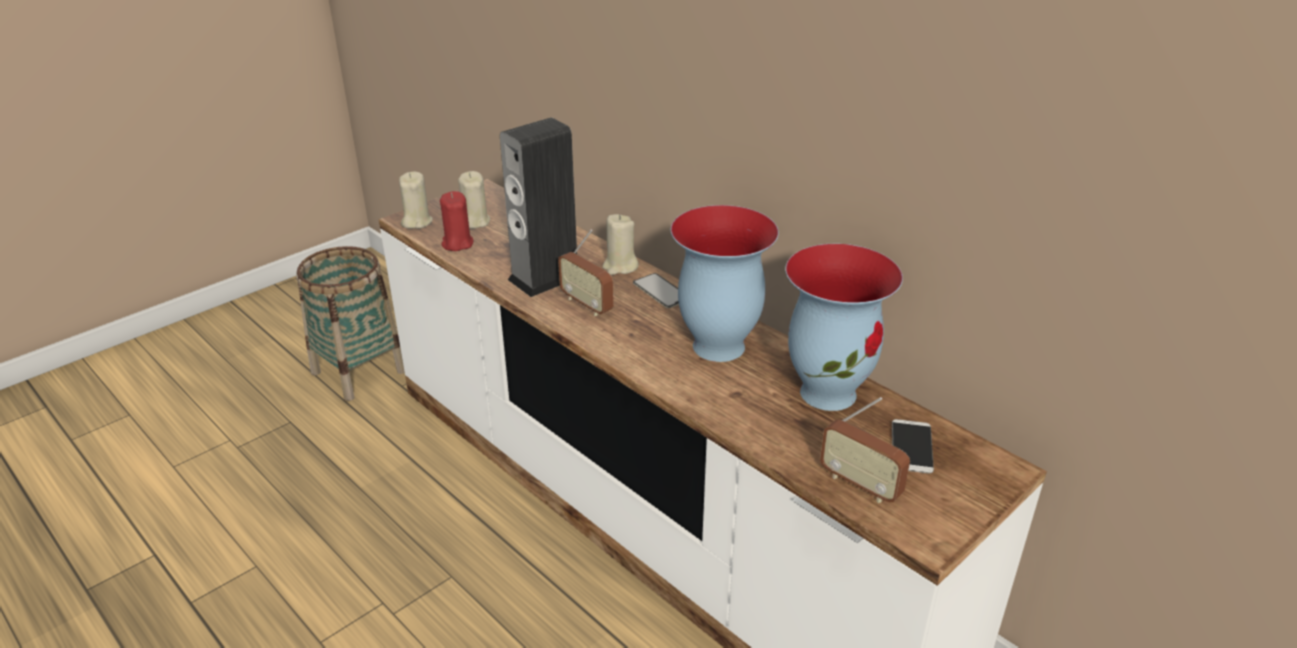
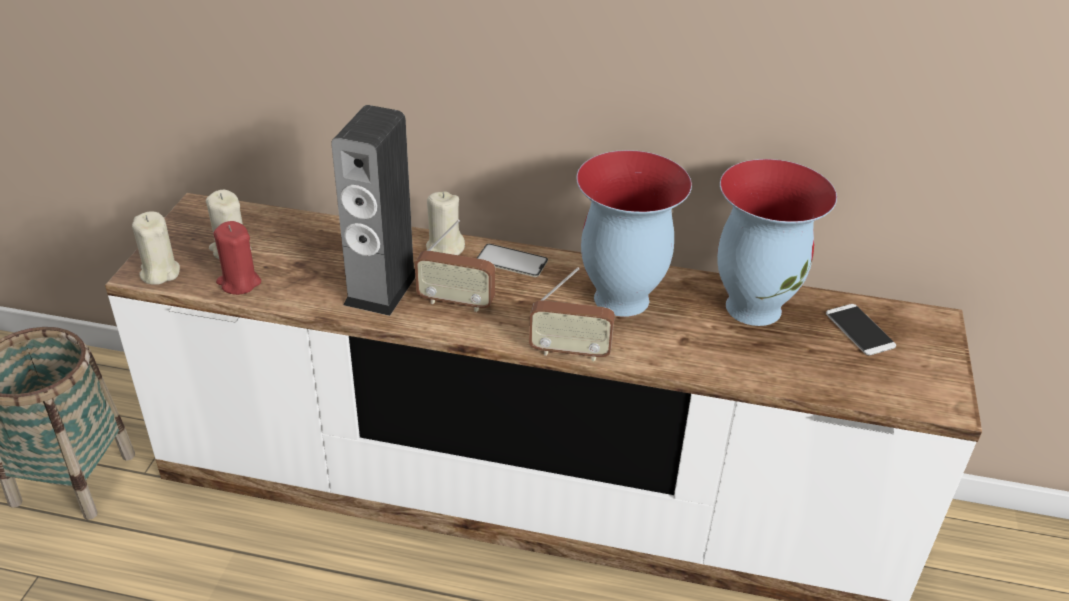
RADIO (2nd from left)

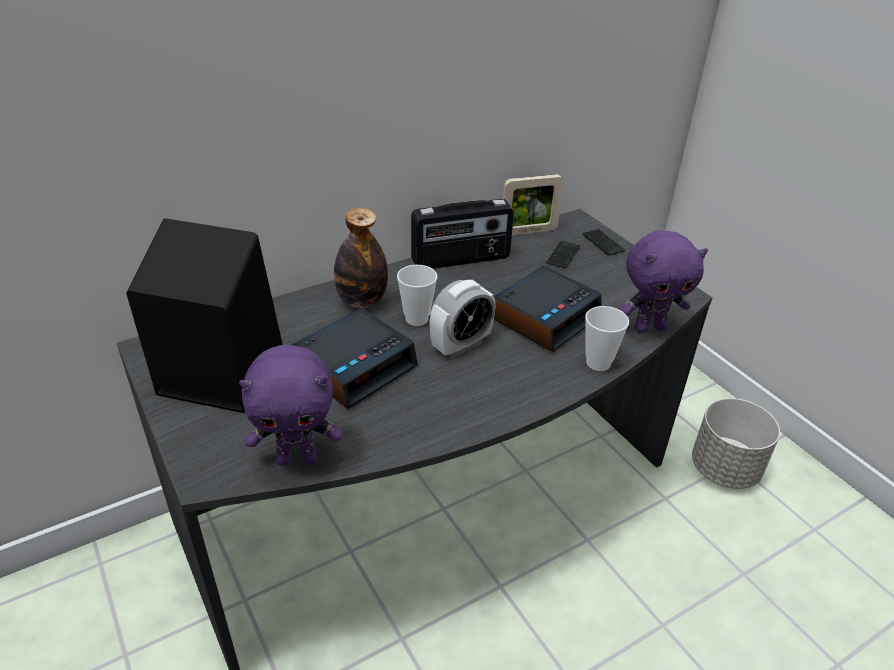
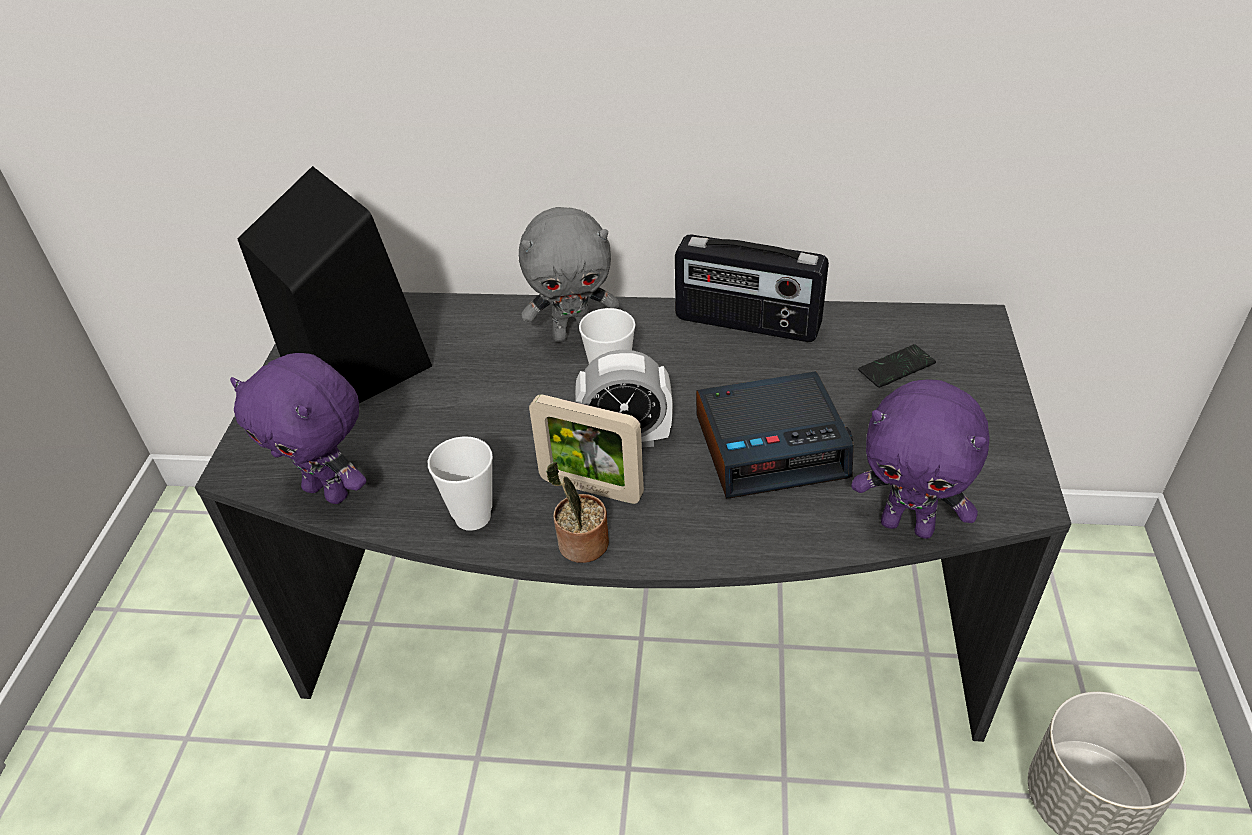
CUP (1st from left)
GRAY CUDDLY TOY
PICTURE FRAME
HOUSEPLANT
TABLE CLOCK (1st from left in the first image)
TELEPHONE (2nd from left in the first image)

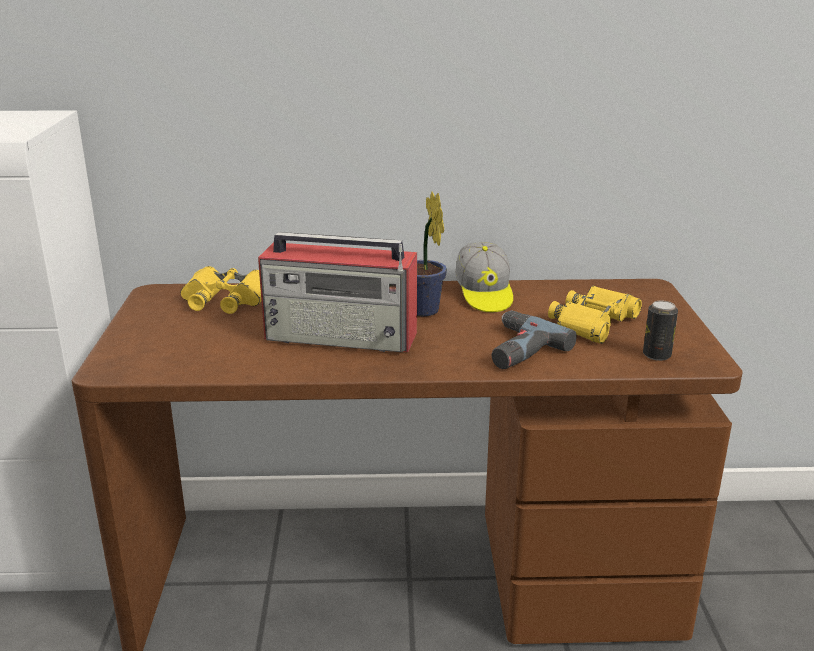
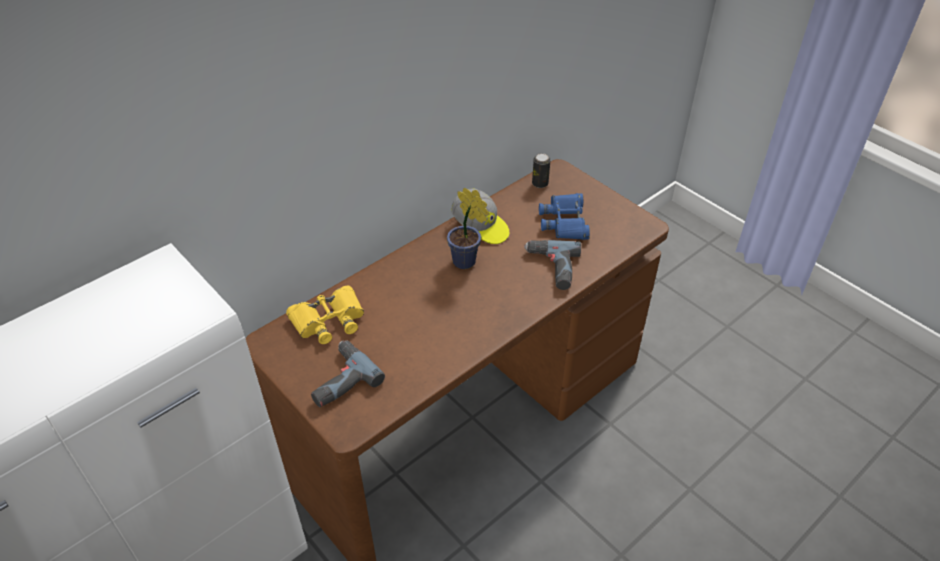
ELECTRIC DRILL (1st from left)
CAN
BLUE-COLOURED FIELD GLASSES
RADIO

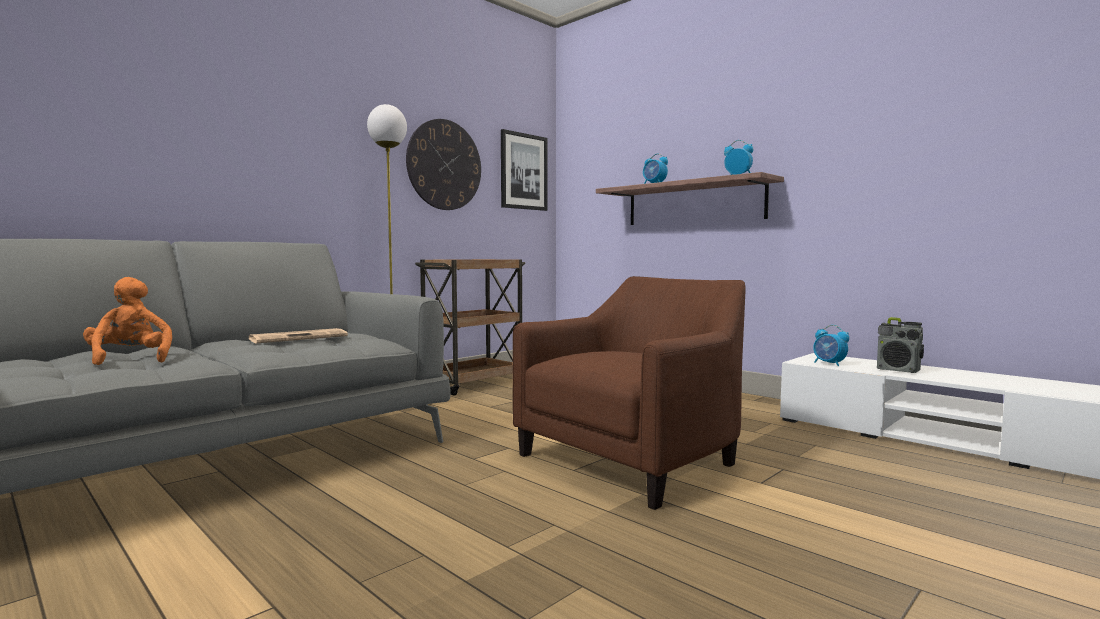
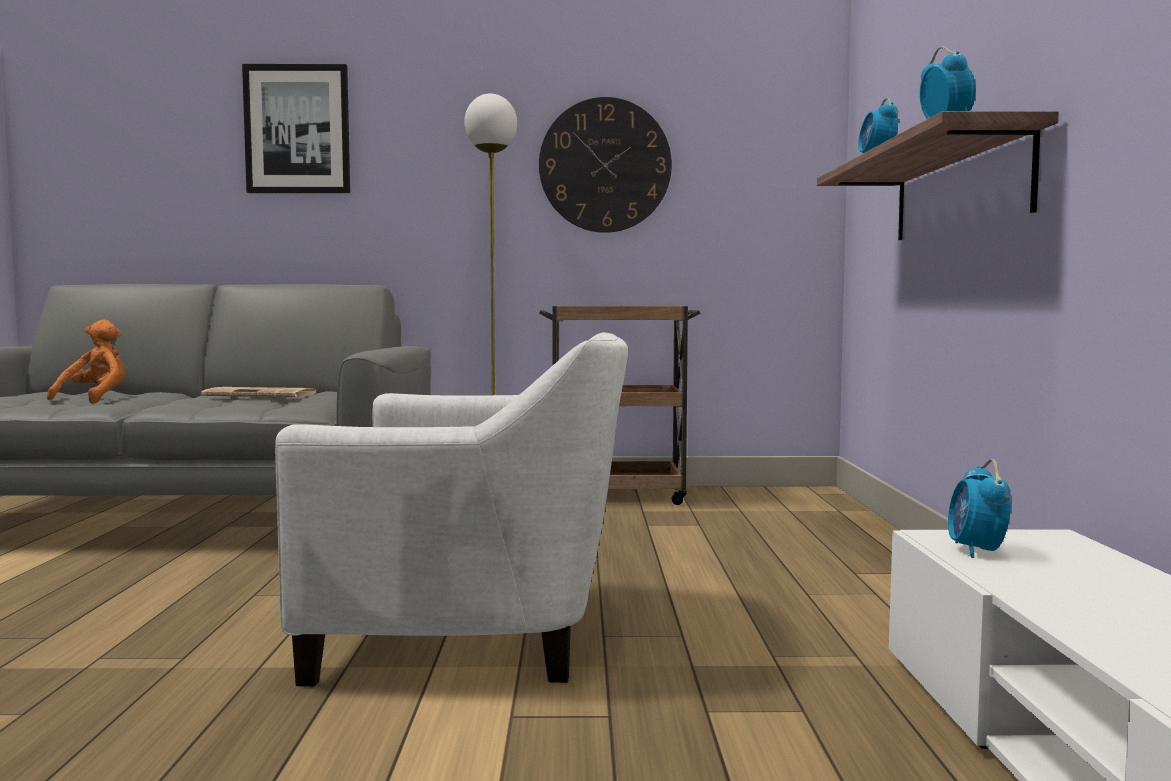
WALL ART
WHITE EASY CHAIR
RADIO

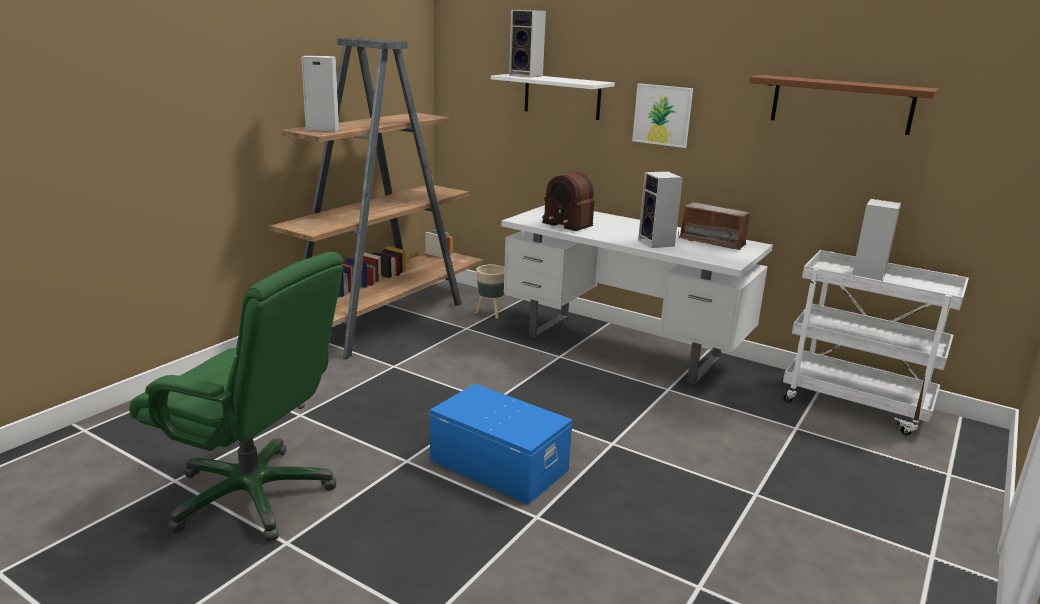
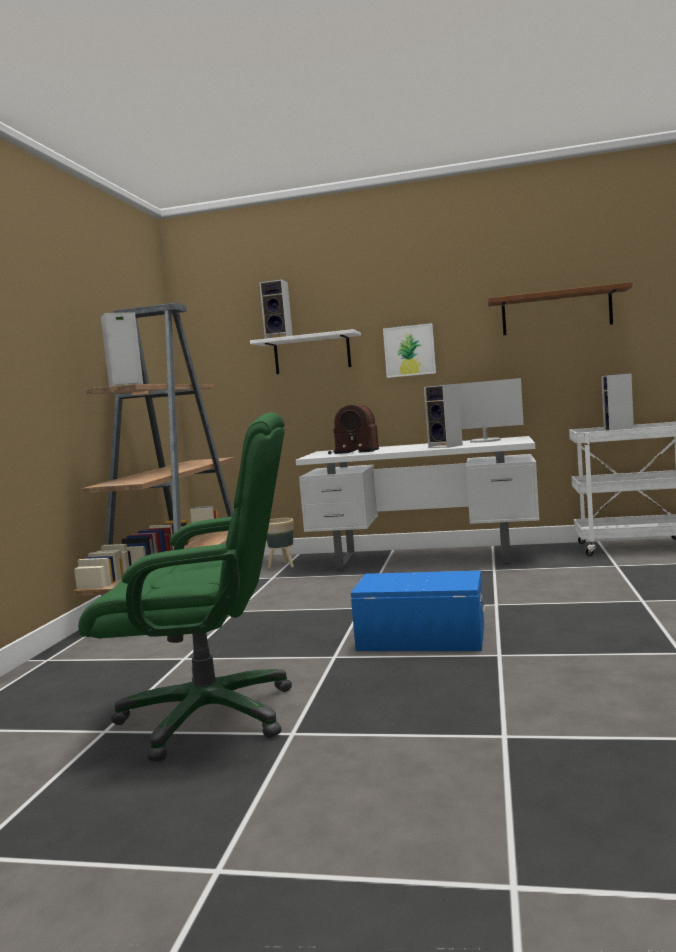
MONITOR

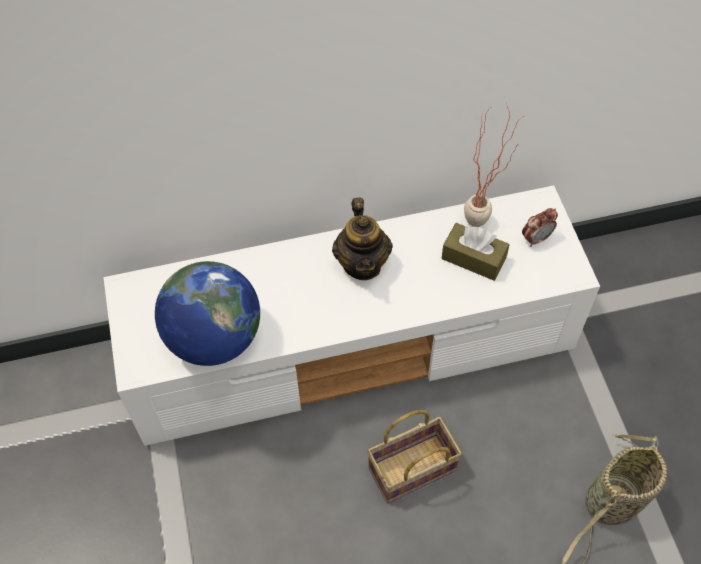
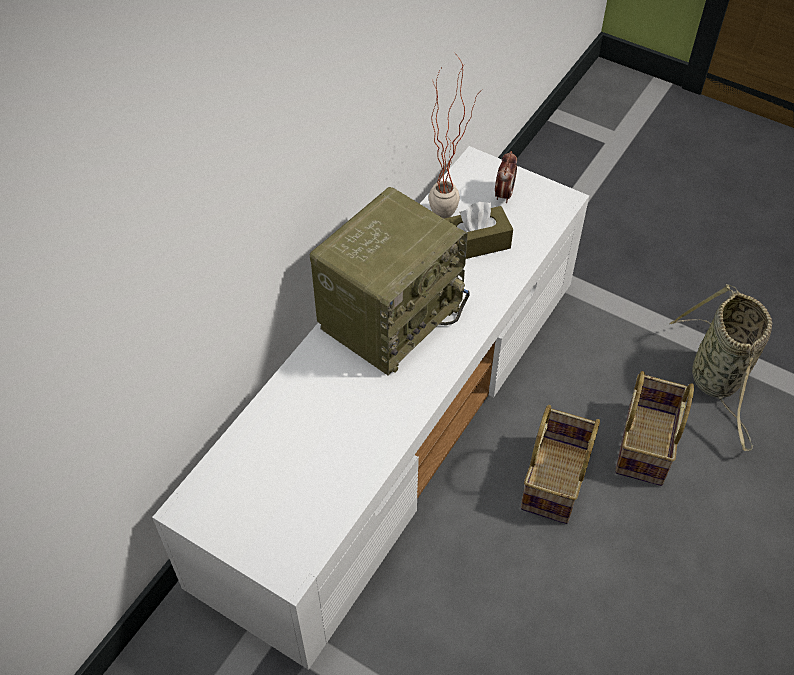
RADIO
STORAGE BASKET (2nd from left)
WORLD GLOBE

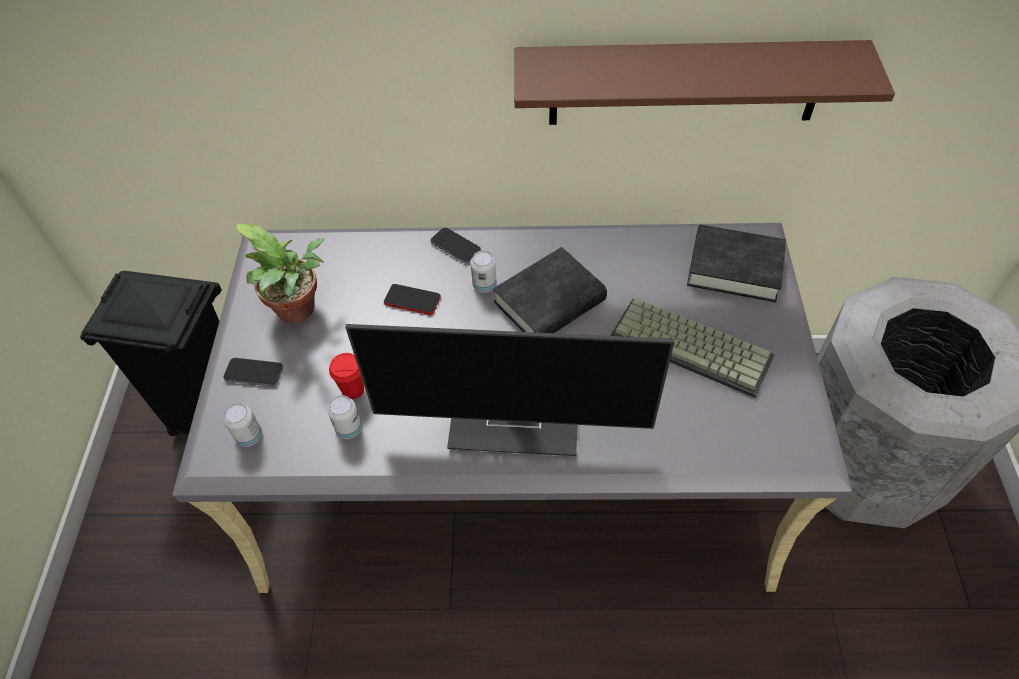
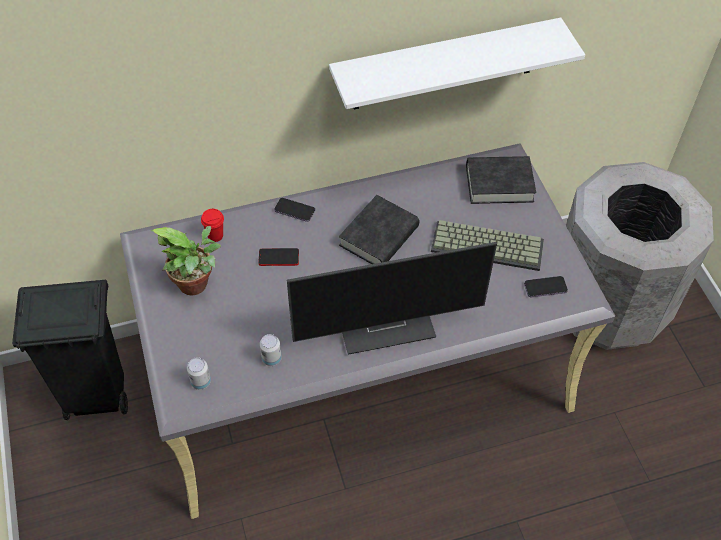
RED-COLOURED CUP
WHITE WALL SHELF
TELEPHONE (3rd from left)
CAN (3rd from left in the first image)

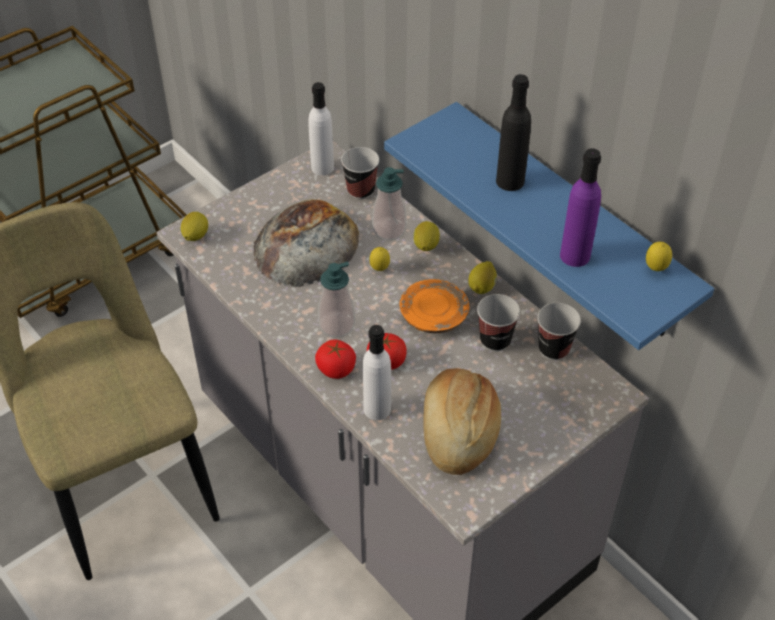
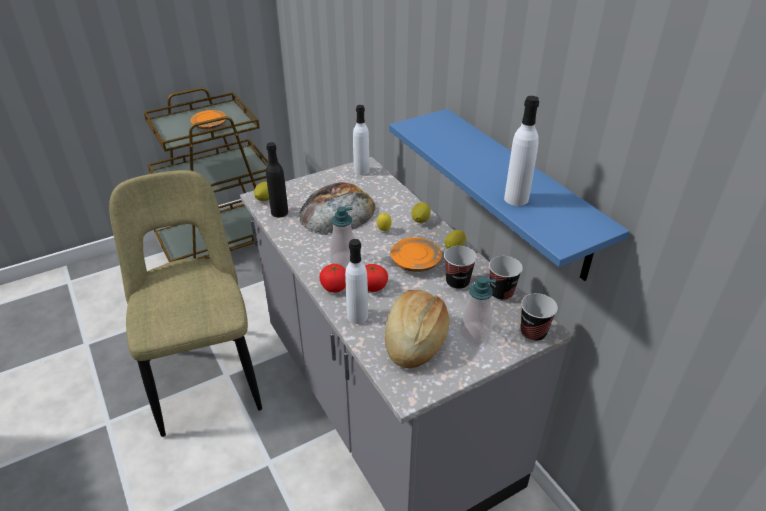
ORANGE FLAT DISH (1st from left)
BLACK DRINK BOTTLE
SOAP DISPENSER (2nd from left)
WHITE DRINK BOTTLE (3rd from left)
CUP (3rd from left)
LEMON (5th from left in the first image)

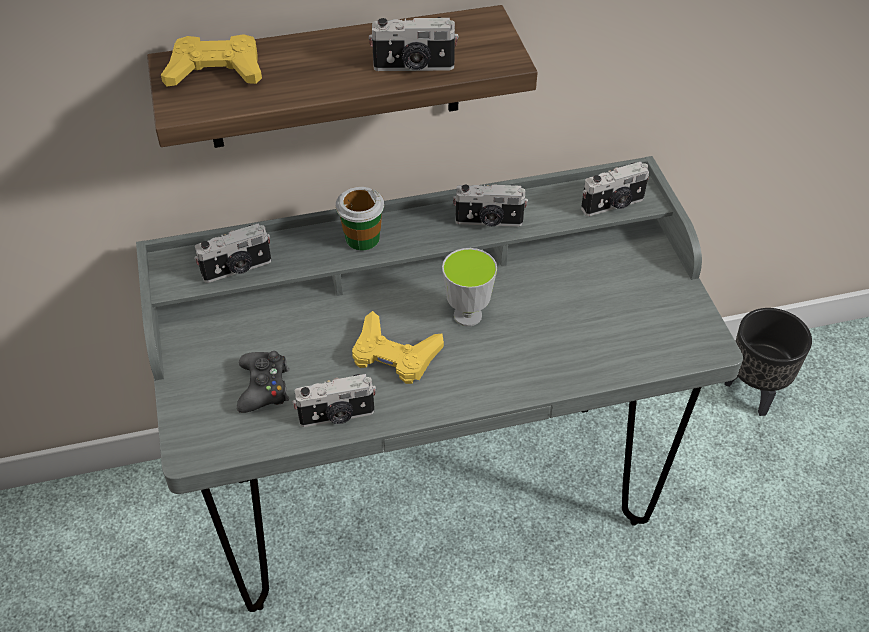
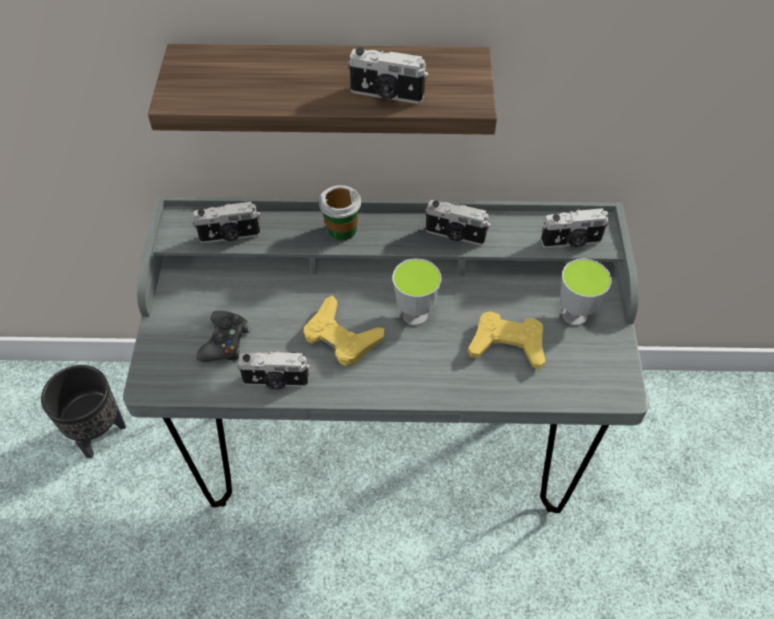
BLACK PLANT POT
YELLOW-COLOURED GAME CONTROLLER (2nd from left)
CUP (3rd from left)

